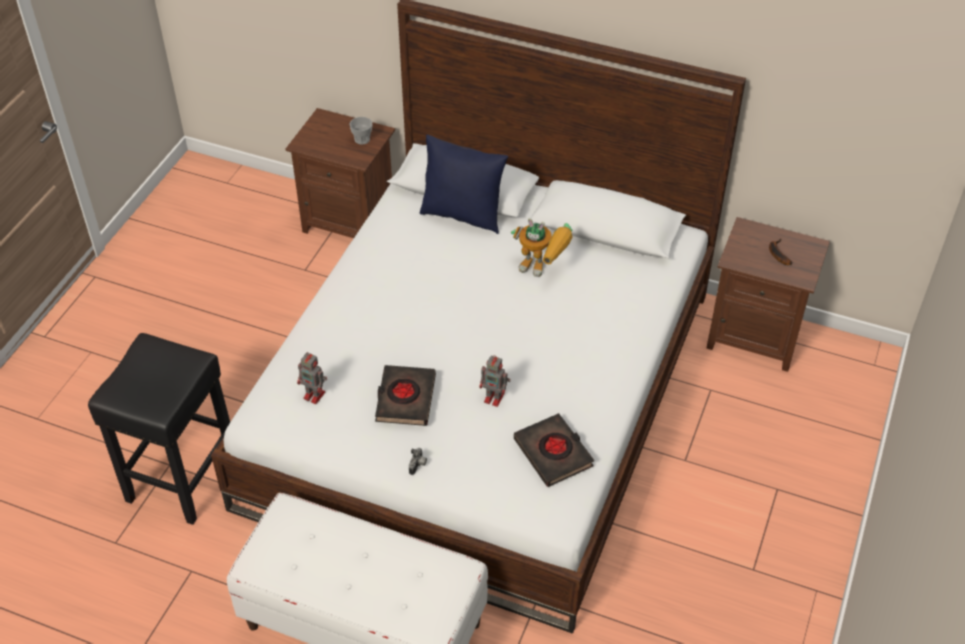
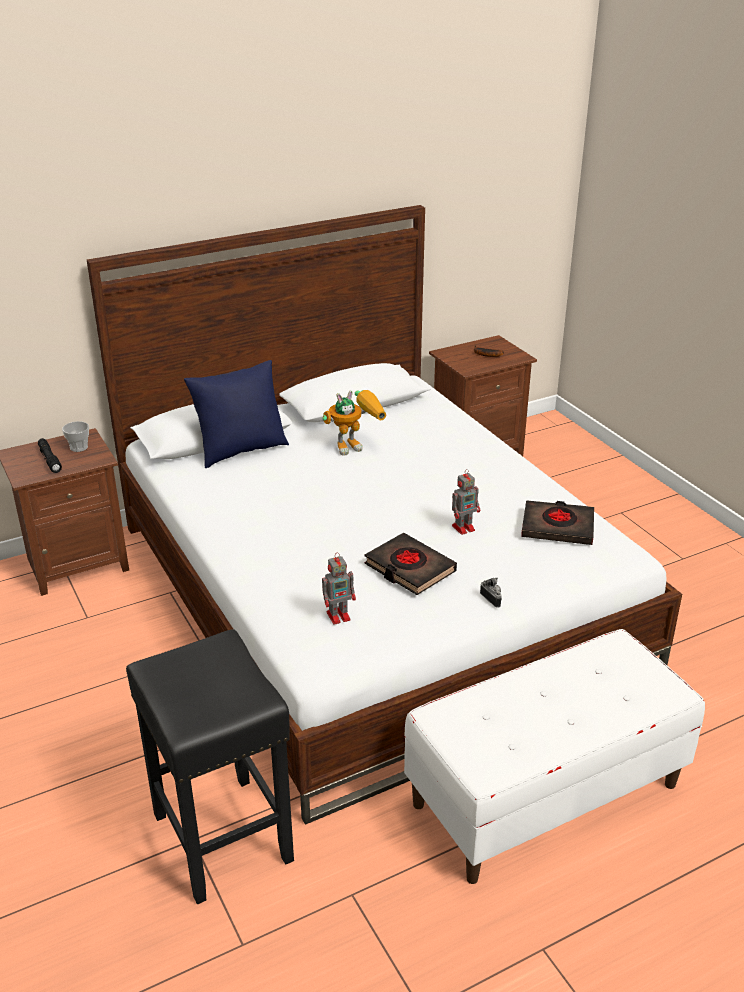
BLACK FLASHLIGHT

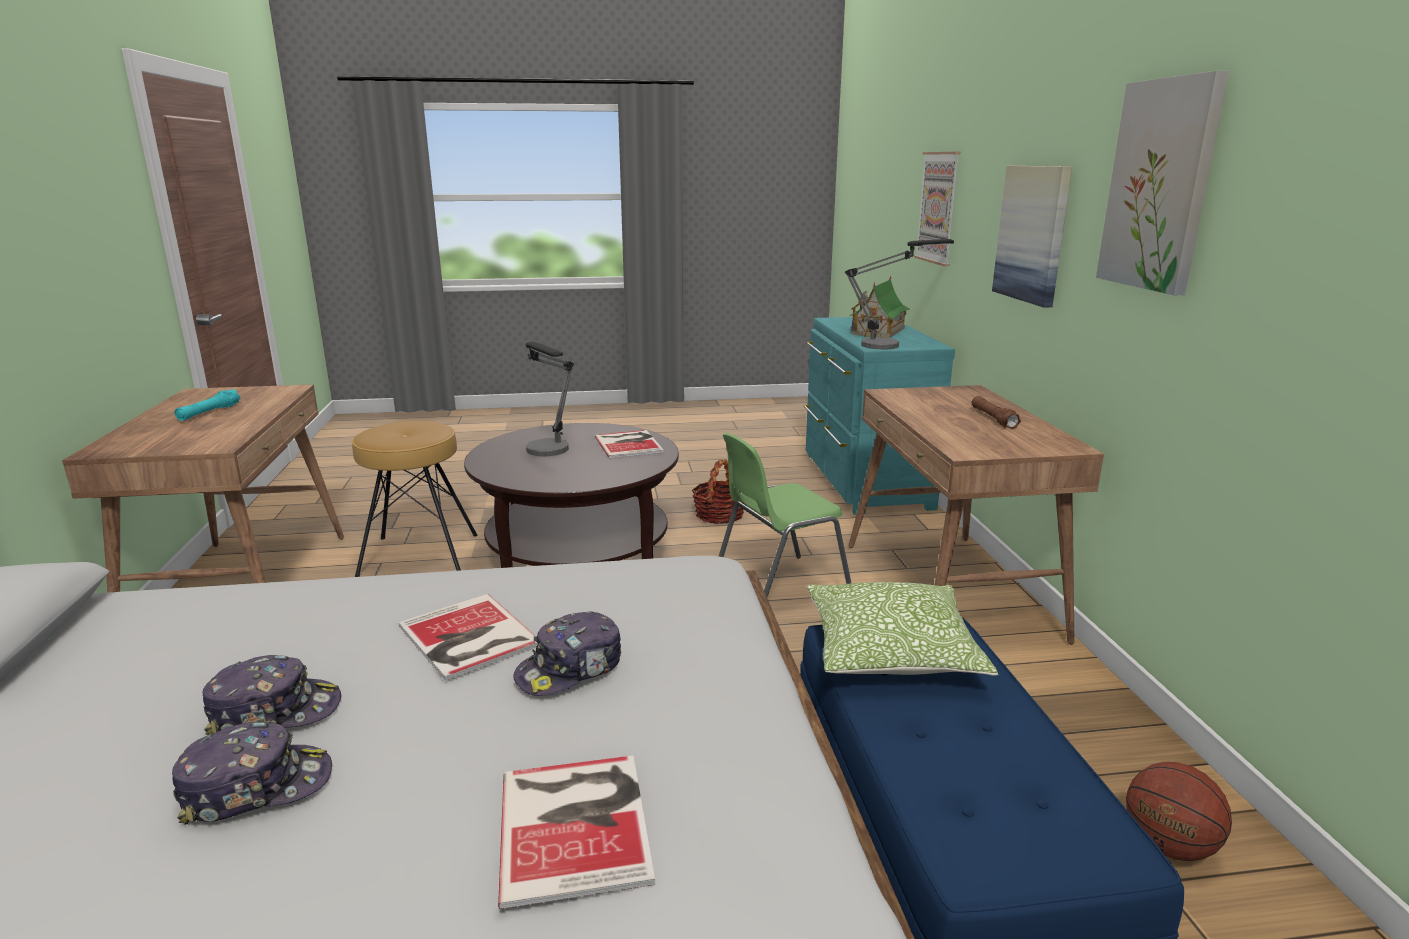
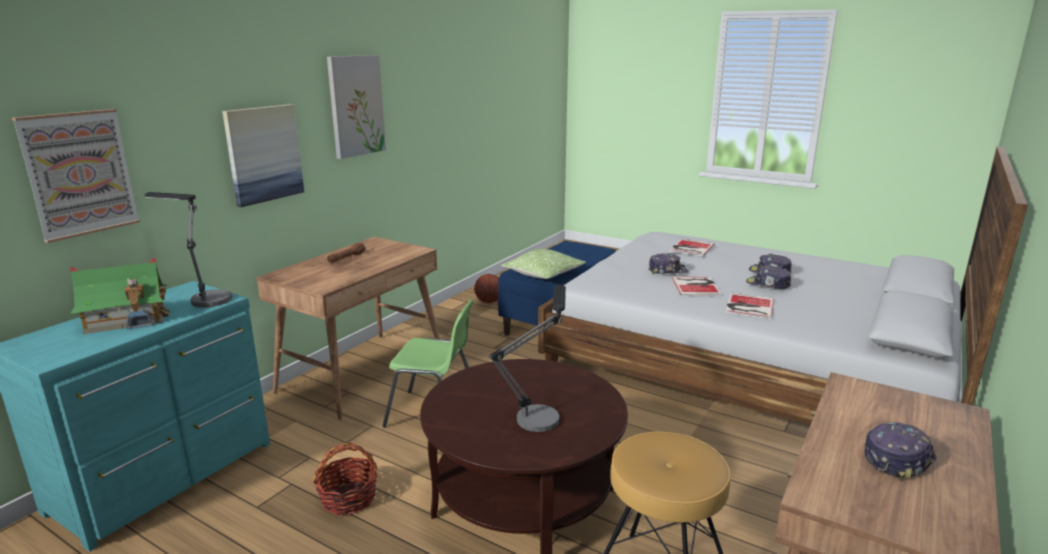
VOLUME (3rd from left)
BASEBALL CAP (4th from left)

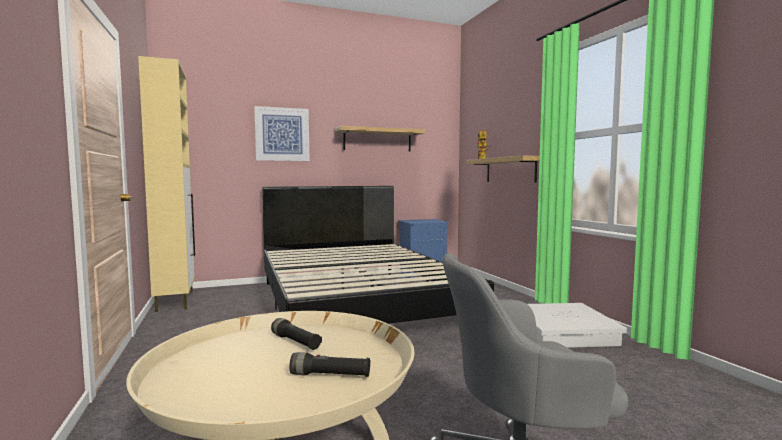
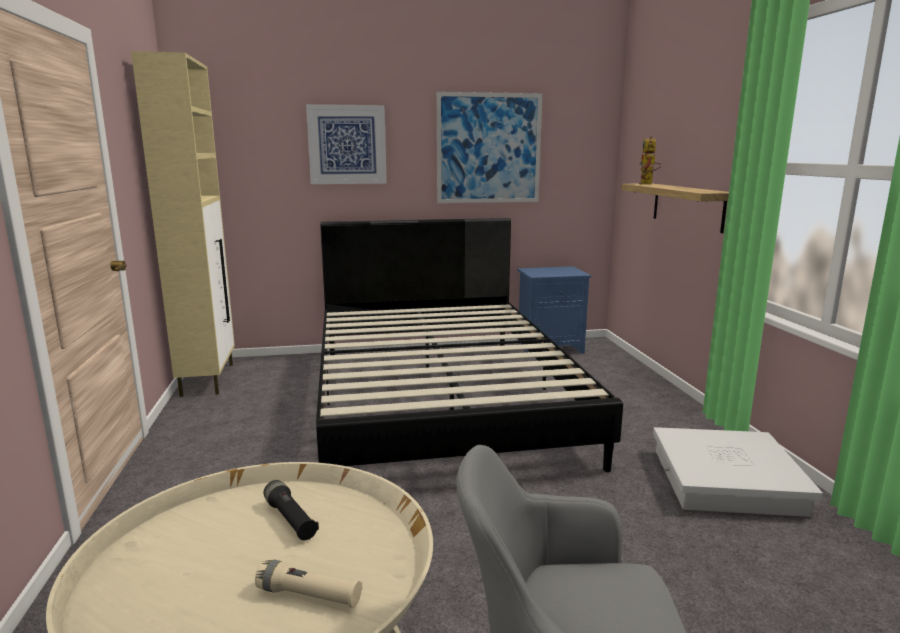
BEIGE FLASHLIGHT
WALL ART (2nd from left)

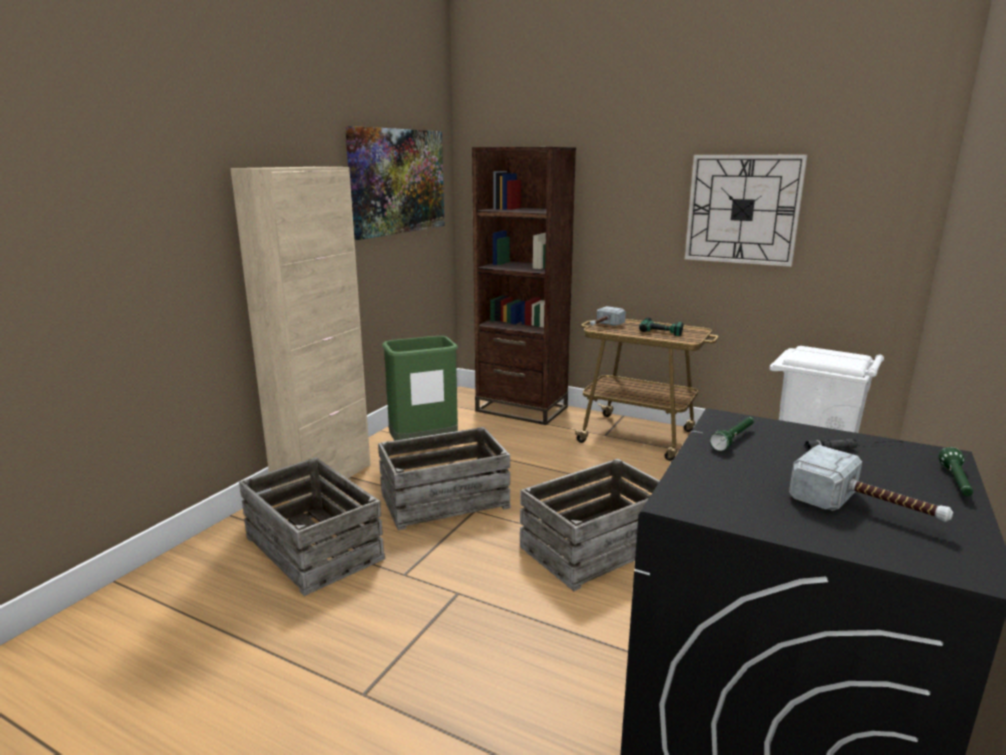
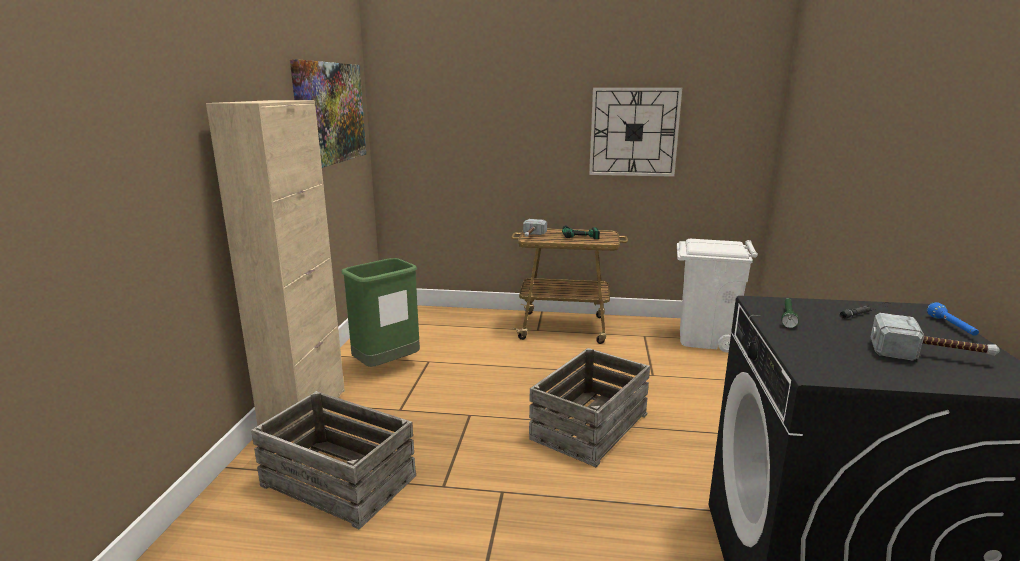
BLUE-COLOURED FLASHLIGHT
CRATE (2nd from left in the first image)
BROWN-COLOURED SHELVING UNIT

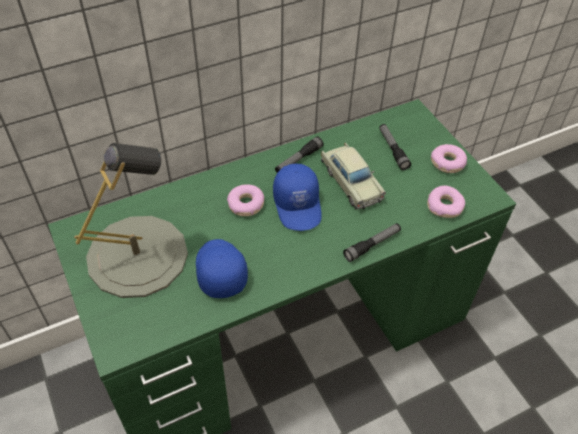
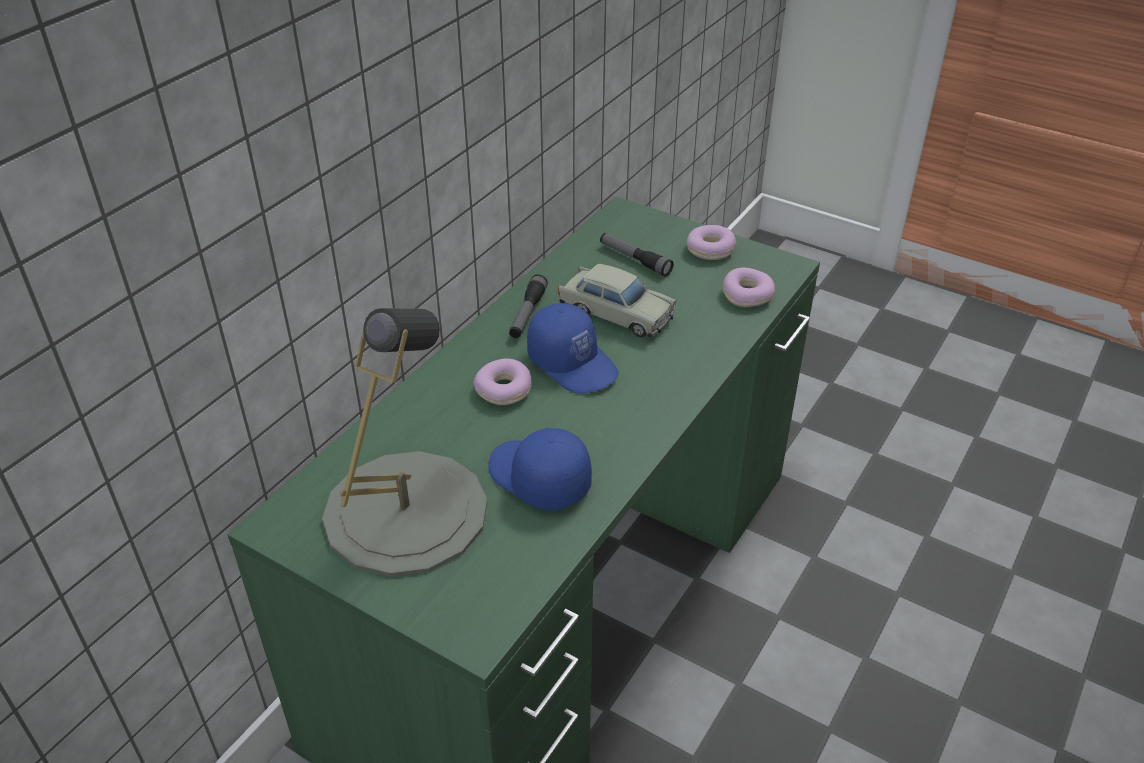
FLASHLIGHT (2nd from left in the first image)

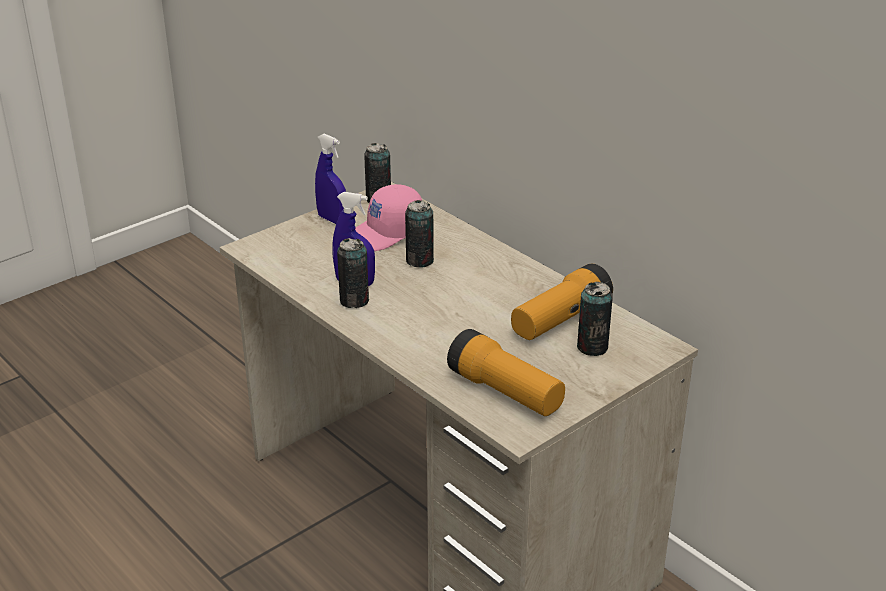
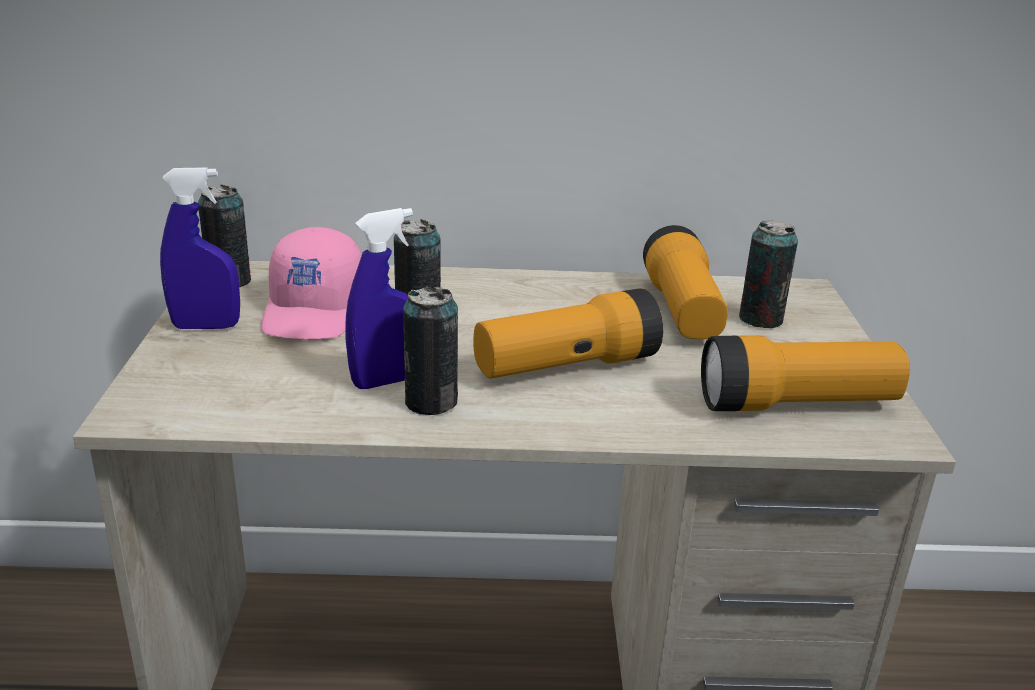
FLASHLIGHT (1st from left)

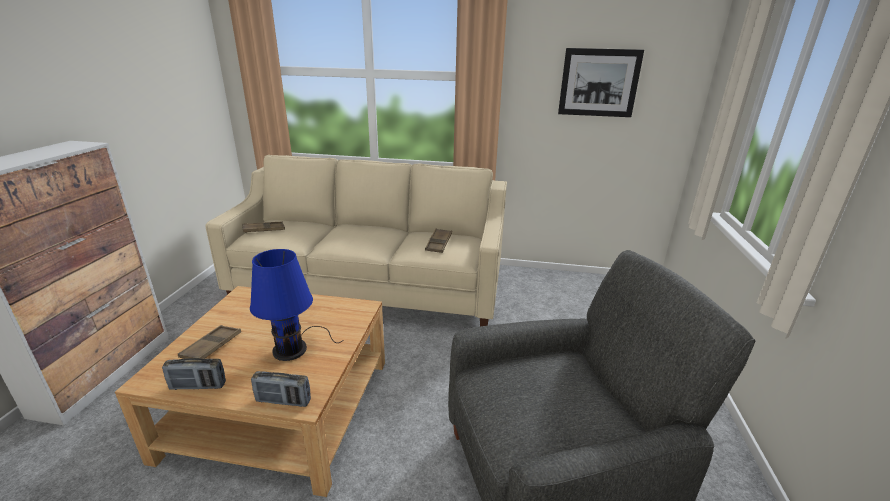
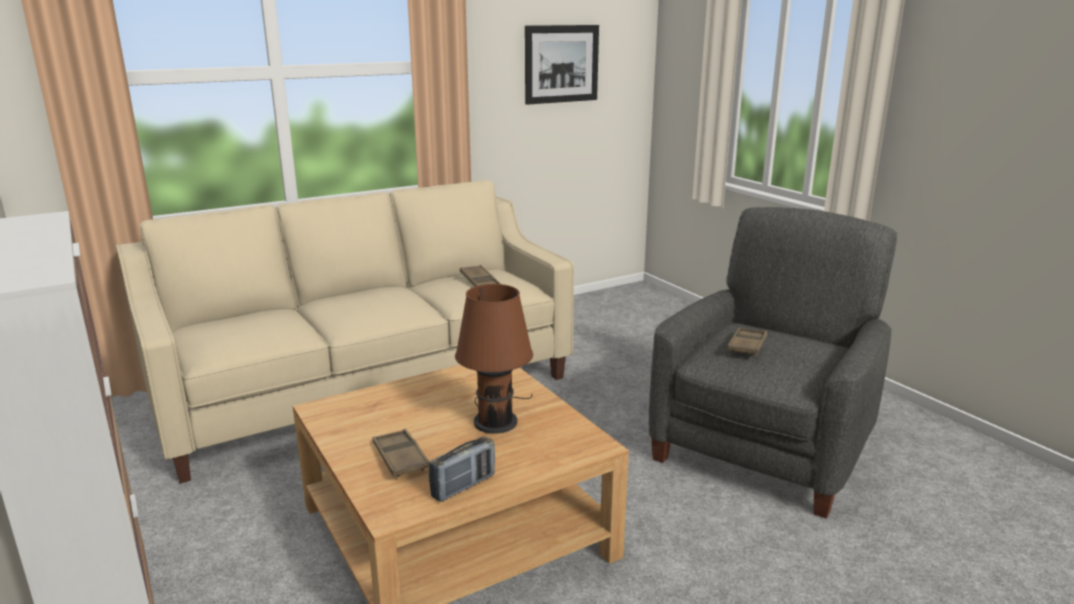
BROWN-COLOURED TABLE LAMP
BROWN-COLOURED TRAY (3rd from left)
RADIO (2nd from left in the first image)

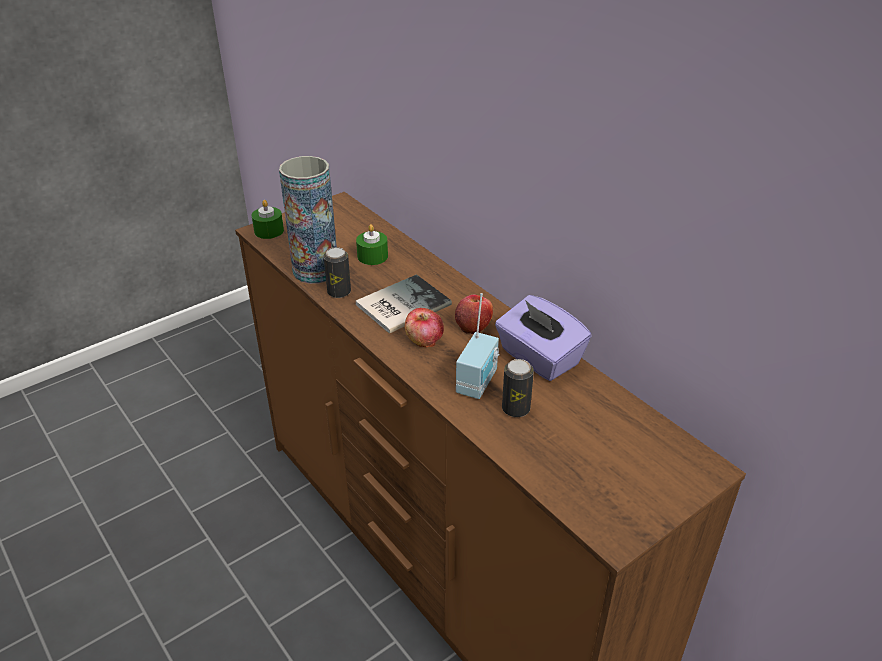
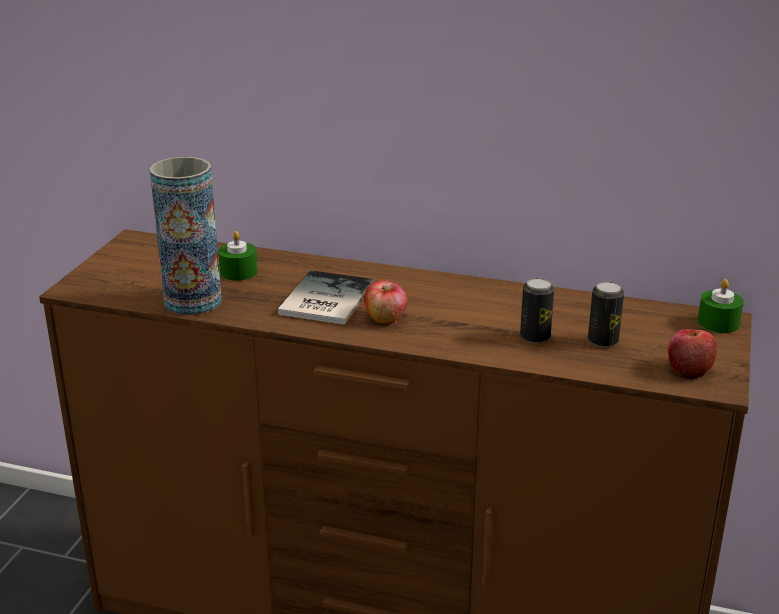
CAN (2nd from left)
APPLE FRUIT (2nd from left)
GREEN CANDLE (2nd from left)
RADIO
PURPLISH BOX OF TISSUES

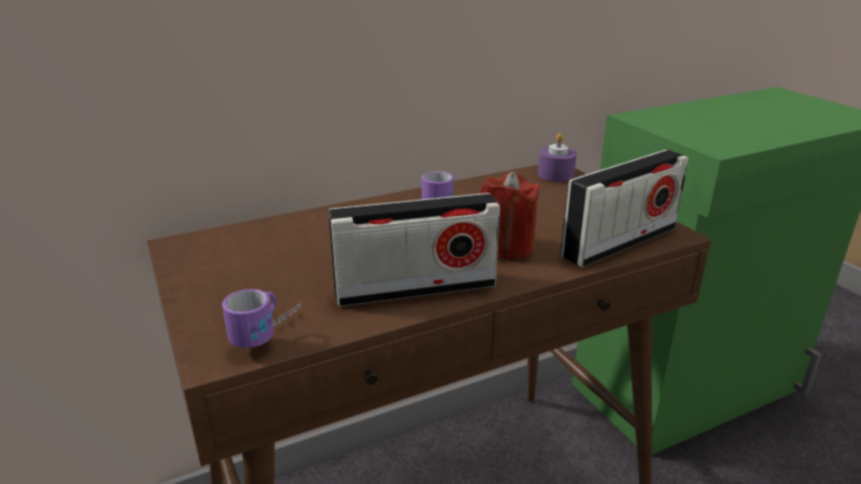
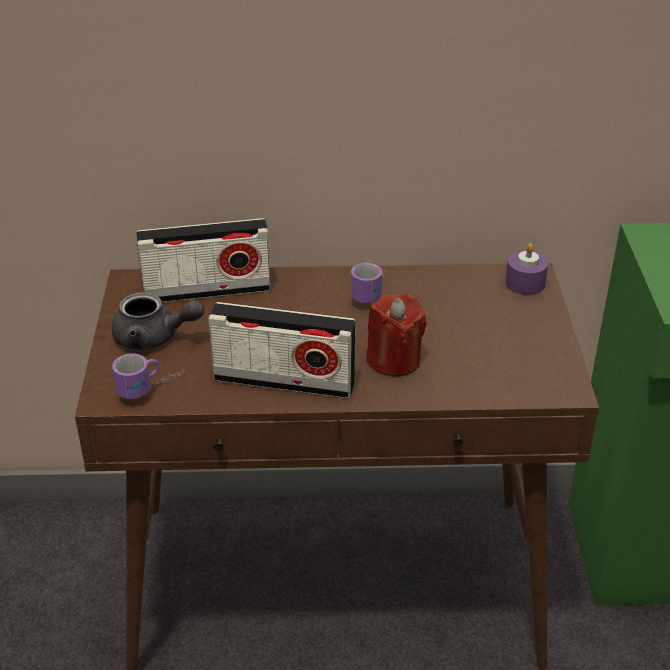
GRAY POT FOR TEA
RADIO (1st from left)

